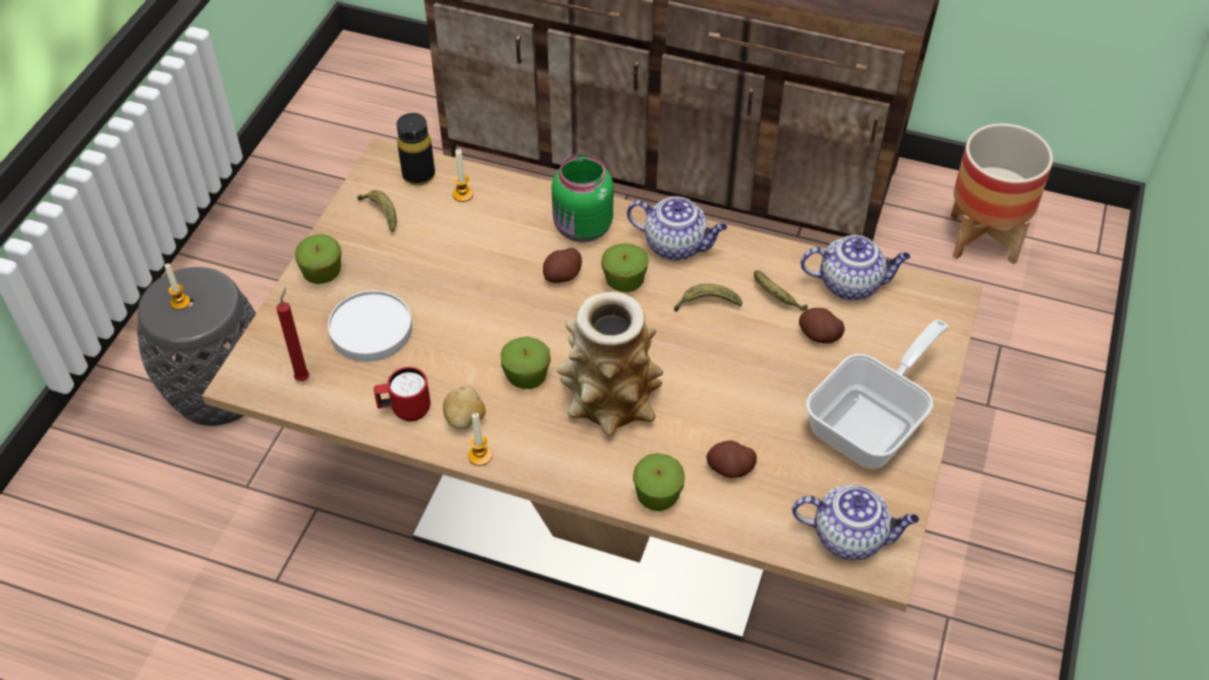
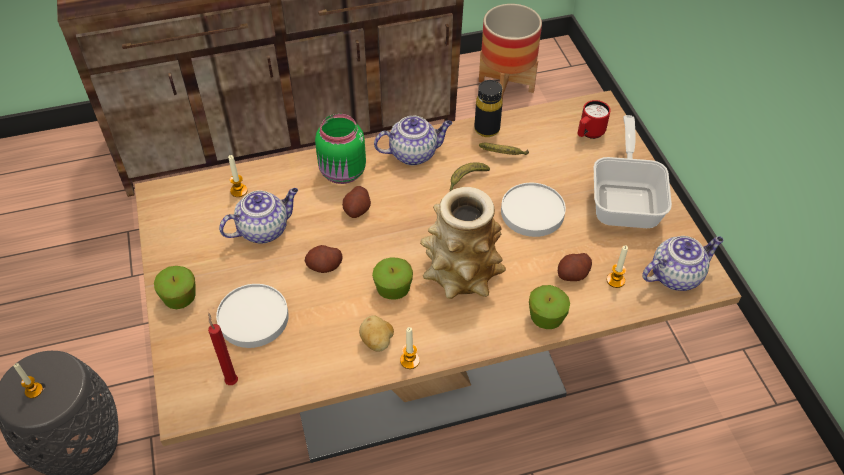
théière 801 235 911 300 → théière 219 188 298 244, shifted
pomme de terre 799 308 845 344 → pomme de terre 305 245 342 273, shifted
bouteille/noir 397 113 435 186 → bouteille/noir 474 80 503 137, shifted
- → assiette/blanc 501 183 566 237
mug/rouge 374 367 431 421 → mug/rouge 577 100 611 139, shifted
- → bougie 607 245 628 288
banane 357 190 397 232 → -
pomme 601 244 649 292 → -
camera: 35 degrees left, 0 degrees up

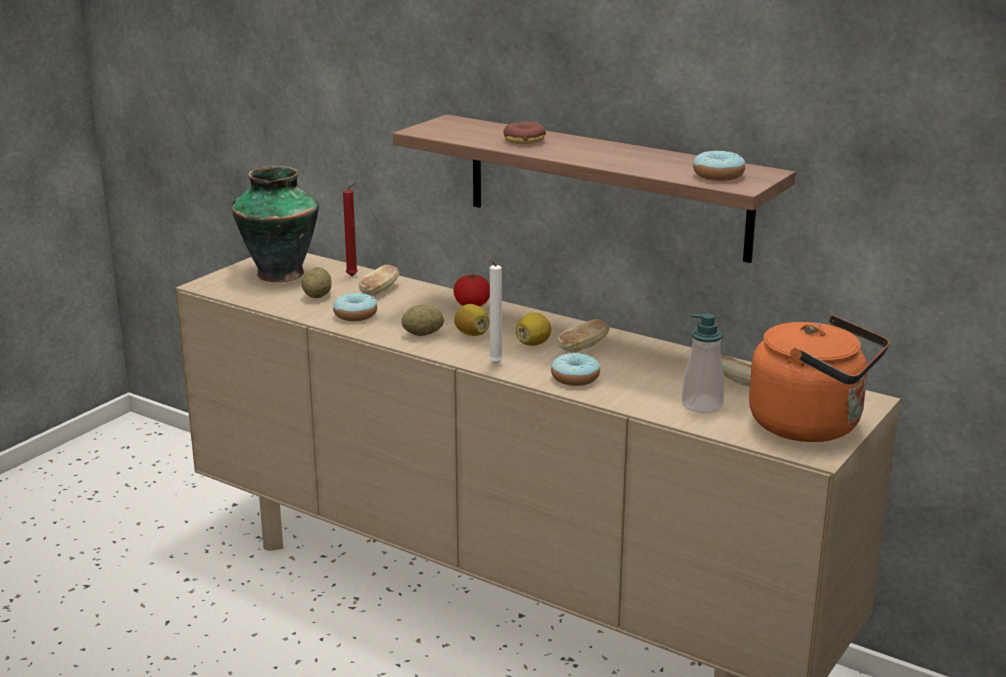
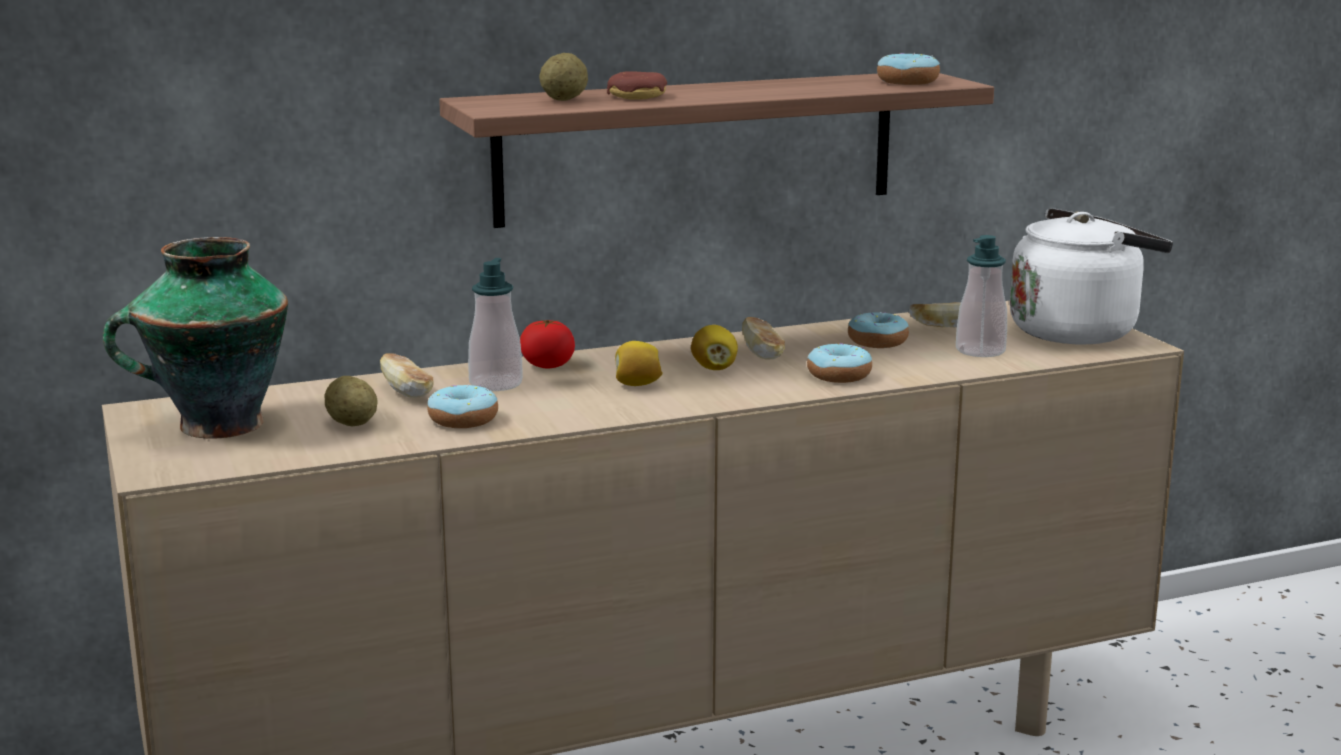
- → distributeur de savon 468 258 523 391
pomme de terre 402 305 444 336 → pomme de terre 539 53 588 101, shifted
- → beignet 848 312 909 348
bouilloire/orange 749 315 889 442 → bouilloire/blanc 1010 208 1173 344
bougie/rouge 343 182 358 276 → -
bougie/blanc 484 254 503 364 → -
camera: 55 degrees left, 5 degrees down

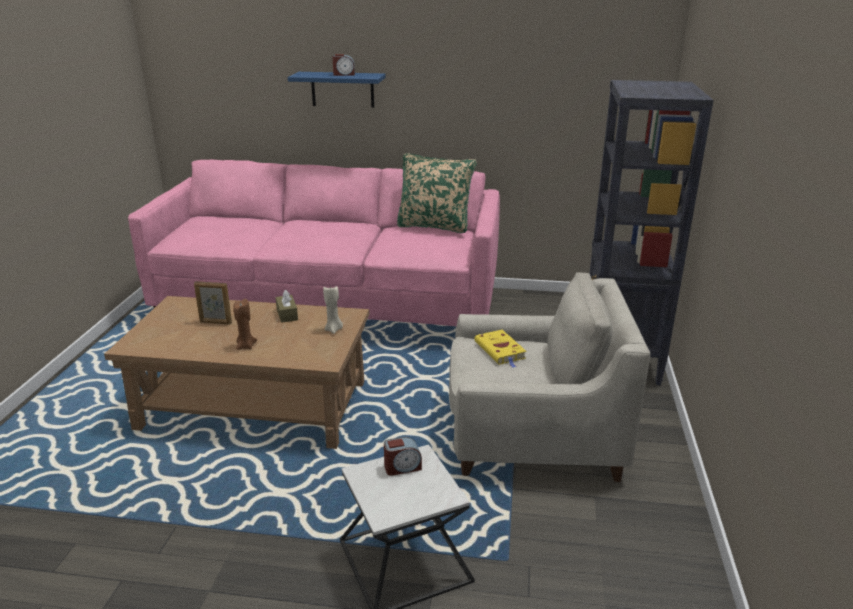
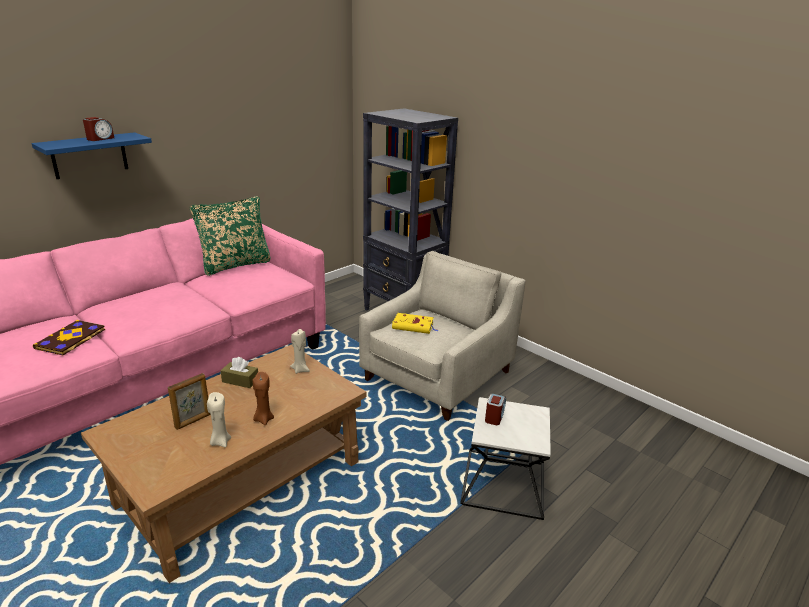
- → livre 33 320 105 355
- → bougie/beige 207 392 231 447
camera: 55 degrees left, 0 degrees up

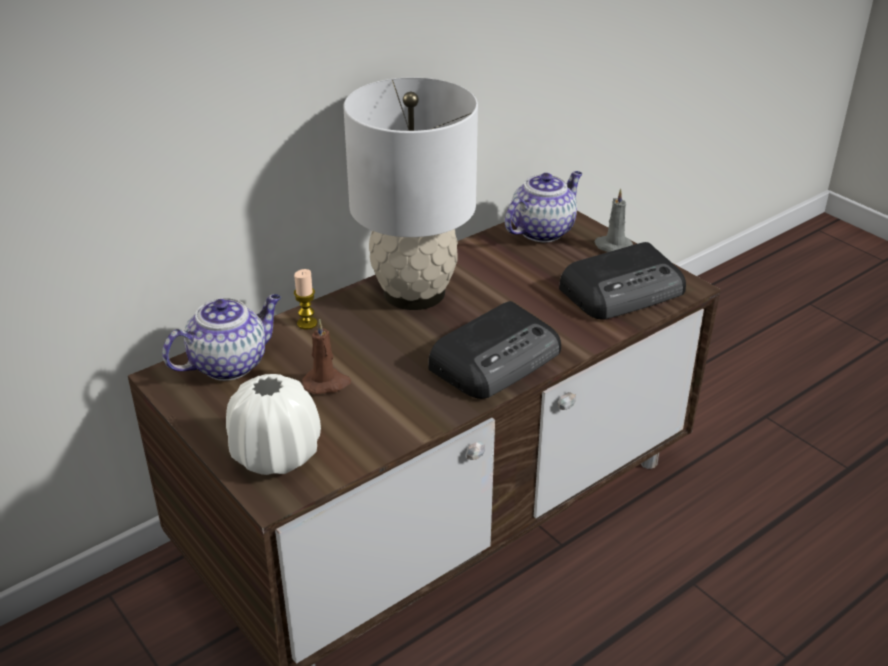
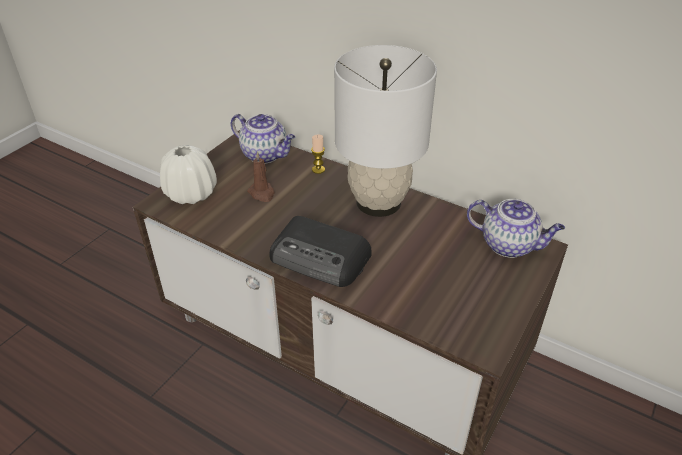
radio 559 242 686 320 → -
bougie/gris 595 189 633 252 → -
camera: 70 degrees right, 5 degrees up

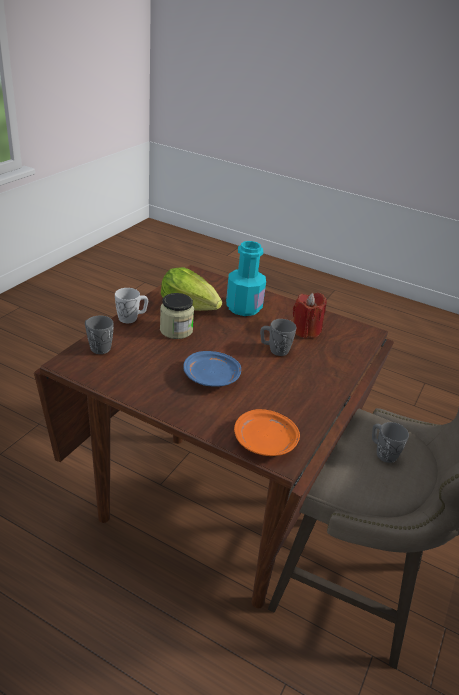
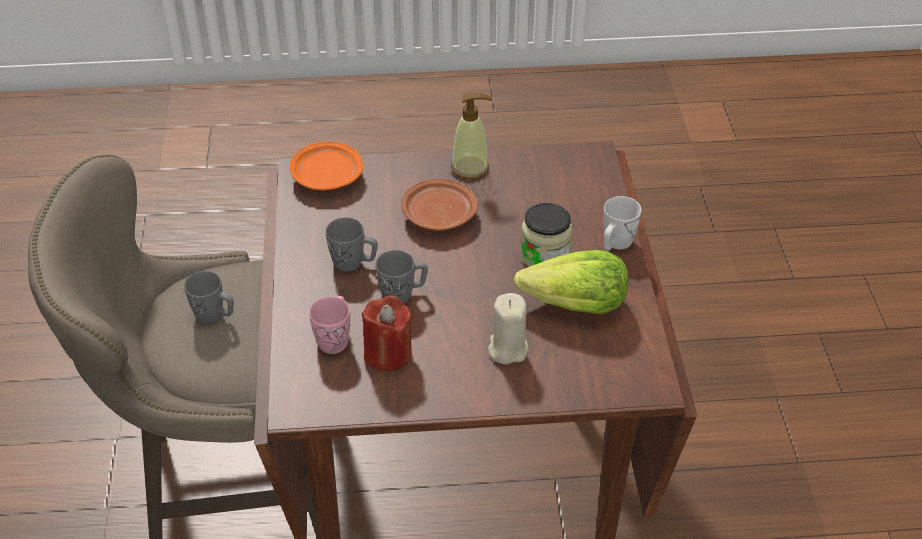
- → mug/rose 309 296 350 354
mug/gris 85 316 114 354 → mug/gris 326 217 378 272, shifted
assiette/bleu 183 351 241 387 → assiette/marron 401 179 478 231
- → distributeur de savon 451 92 492 180
bouteille/turquoise 226 241 266 316 → bougie/beige 488 293 528 364
camera: 150 degrees right, 10 degrees up

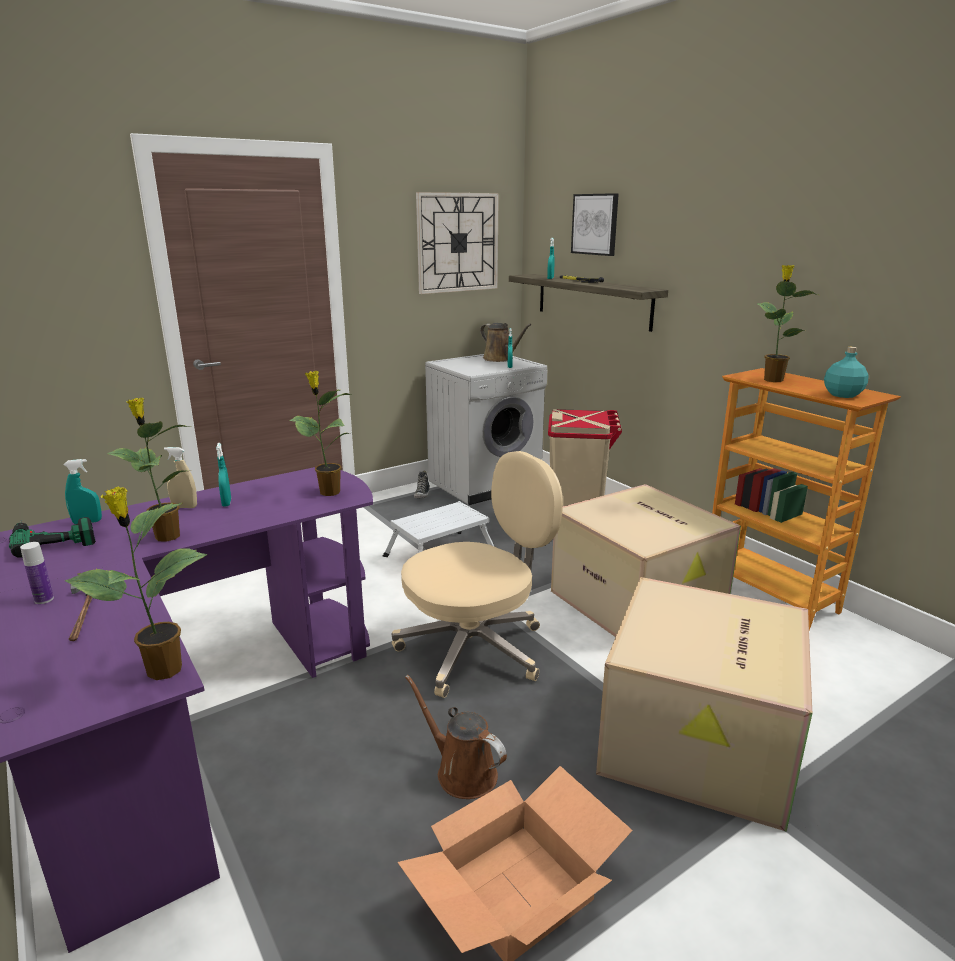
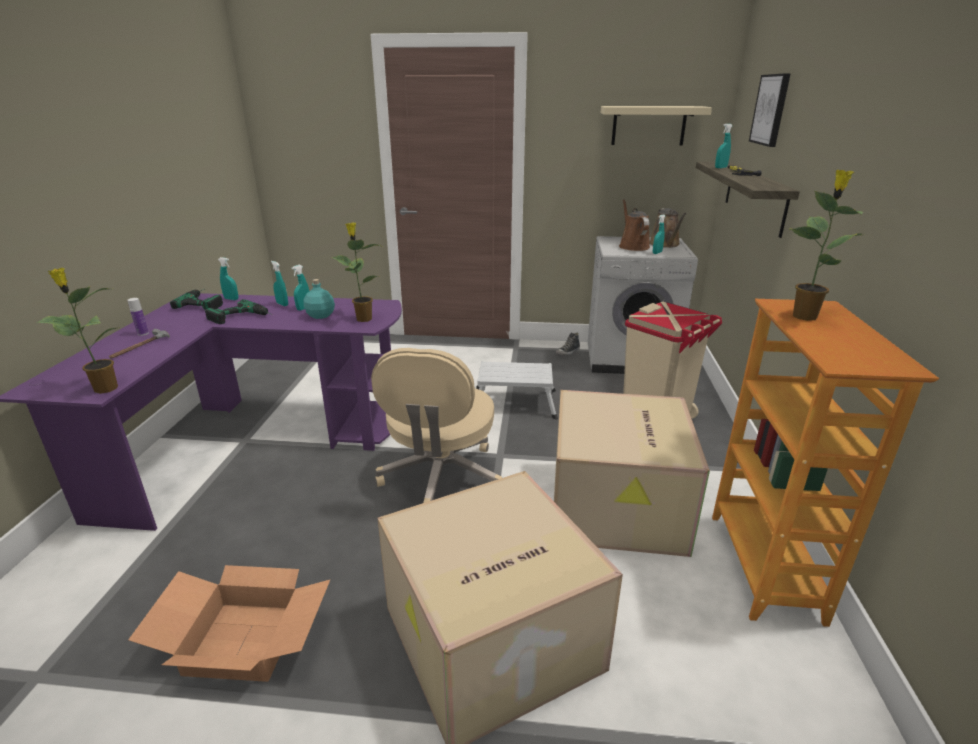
plante en pot 107 398 189 542 → perceuse 205 299 273 324
vaporisateur/beige 164 447 197 508 → vaporisateur/turquoise 271 261 288 306
bouteille/turquoise 824 347 869 398 → bouteille/turquoise 303 279 335 319, shifted
chaise de bureau/beige 392 451 563 698 → chaise de bureau/beige 371 348 502 503, 90 degrees clockwise
horloge murale 416 192 499 294 → étagère/beige 601 106 712 146
arrosoir/marron 405 675 507 799 → arrosoir/marron 619 199 650 251, shifted
camera: 40 degrees right, 5 degrees up

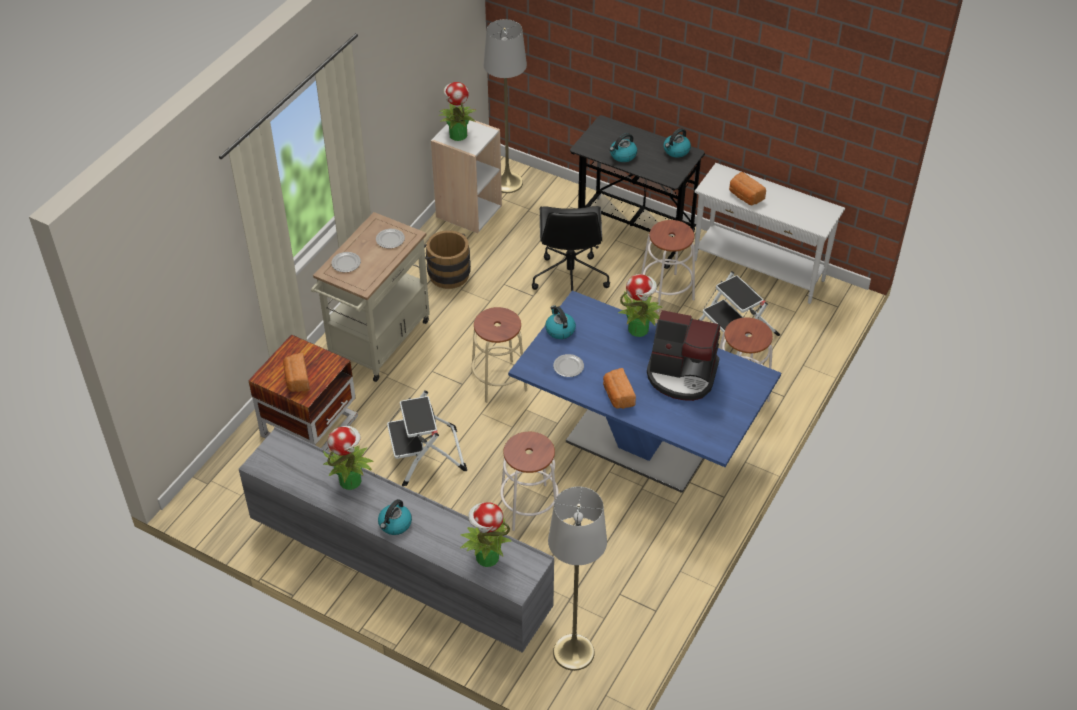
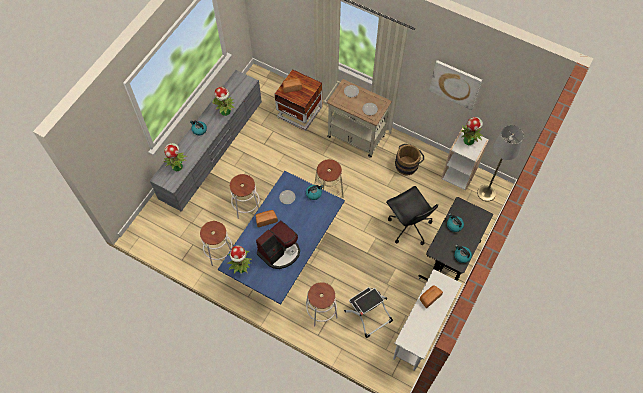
tabouret/blanc 641 220 695 312 → tabouret/blanc 200 221 232 266, shifted
plante en pot 618 274 663 337 → plante en pot 227 245 252 274, shifted
machine à café 647 310 720 401 → machine à café 256 220 300 269, 150 degrees counterclockwise
chaise de bureau/noir 532 206 610 291 → chaise de bureau/noir 386 186 439 245, 120 degrees counterclockwise
- → tableau 429 60 482 110
escabeau 387 390 467 486 → -
lampadaire/gris 548 487 607 671 → -
camera: 90 degrees right, 15 degrees up

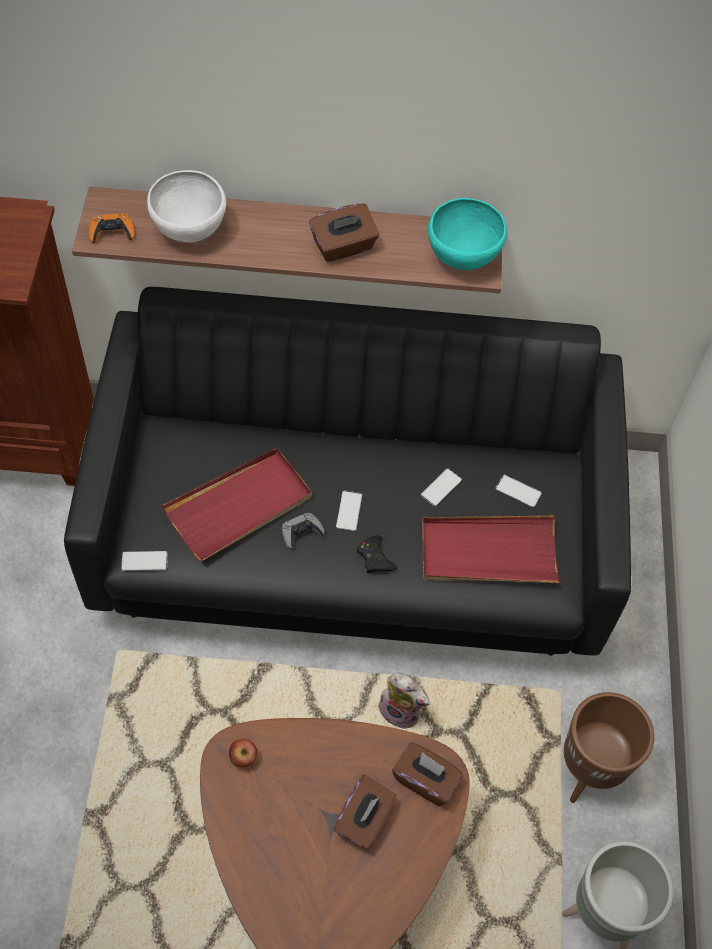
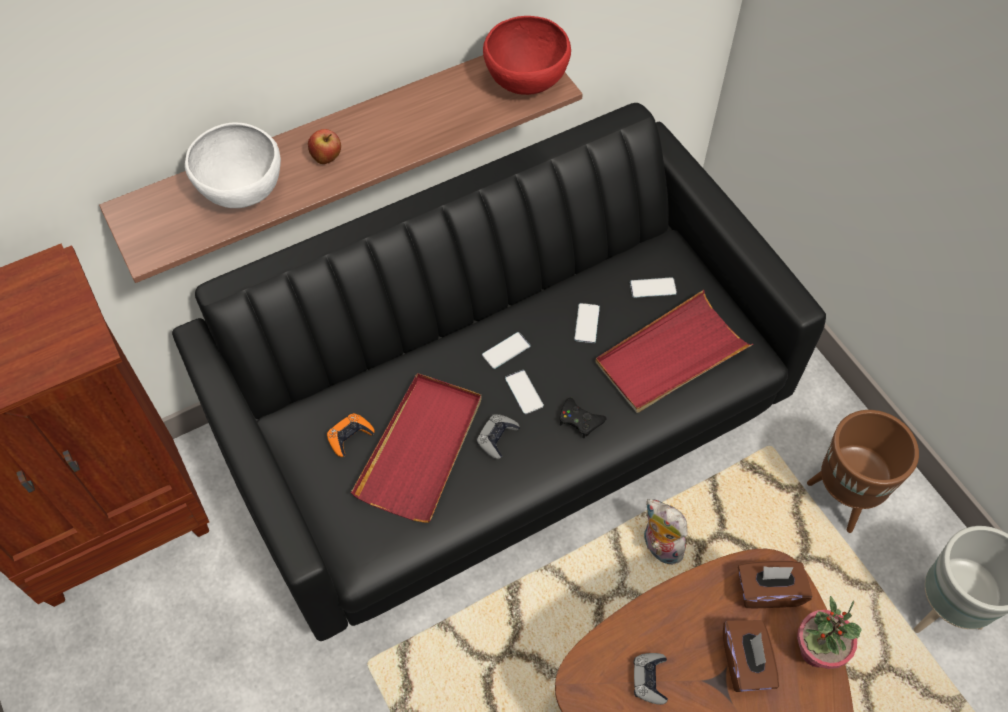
pomme 229 739 257 767 → pomme 308 129 341 164, shifted
manette/orange 89 213 135 243 → manette/orange 327 413 374 457, shifted
téléphone 121 551 168 571 → téléphone 482 332 531 369, shifted
bol/turquoise 428 198 507 270 → bol/rouge 483 16 571 95
- → manette/gris 634 653 668 705
peluche 378 673 430 729 → peluche 644 499 688 565, 135 degrees counterclockwise
- → plante en pot 797 596 862 669
boîte à mouchoirs/marron 309 204 379 262 → -
camera: 30 degrees left, 0 degrees up

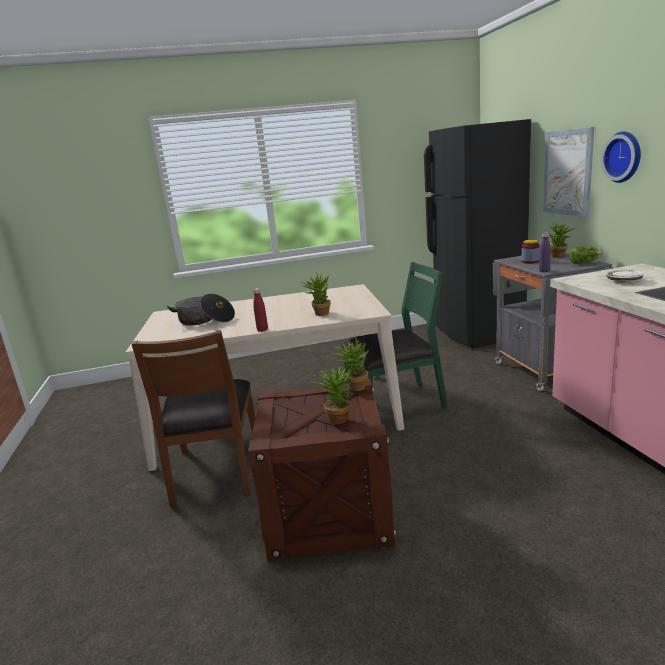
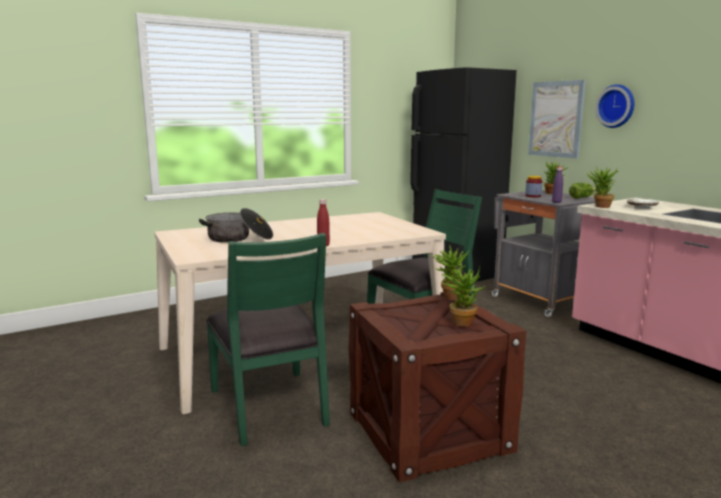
chaise/marron 132 330 255 507 → chaise/vert 206 233 330 447
plante en pot 301 272 331 316 → plante en pot 586 166 618 208, shifted
camera: 20 degrees left, 5 degrees down

